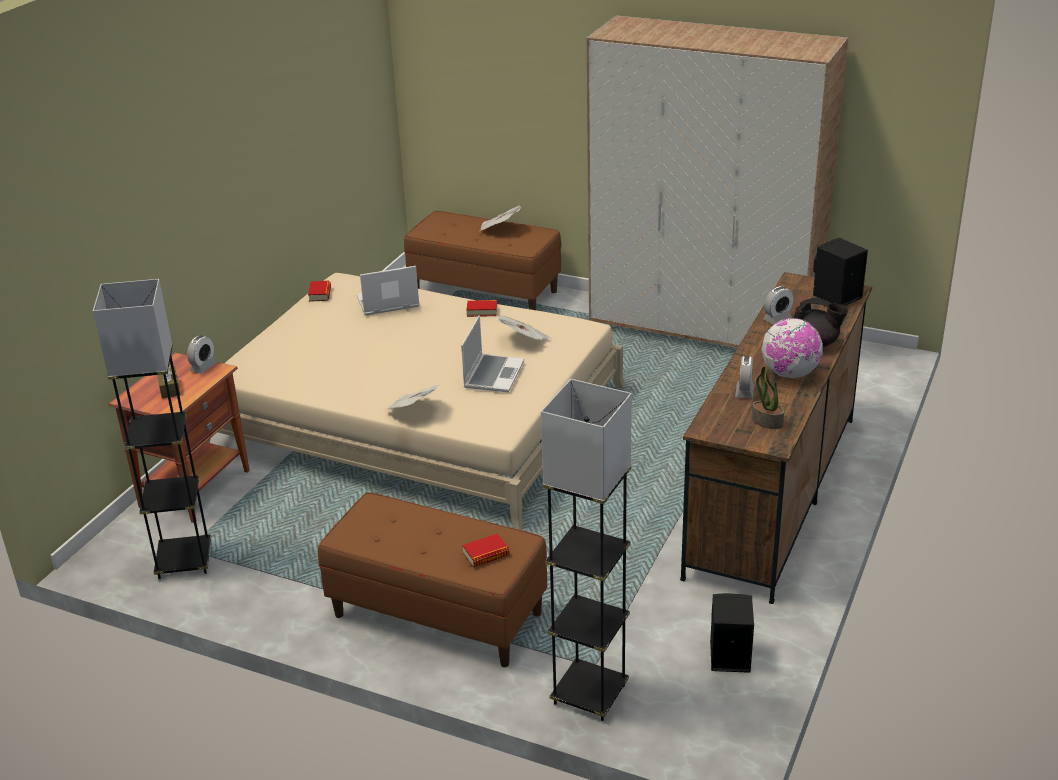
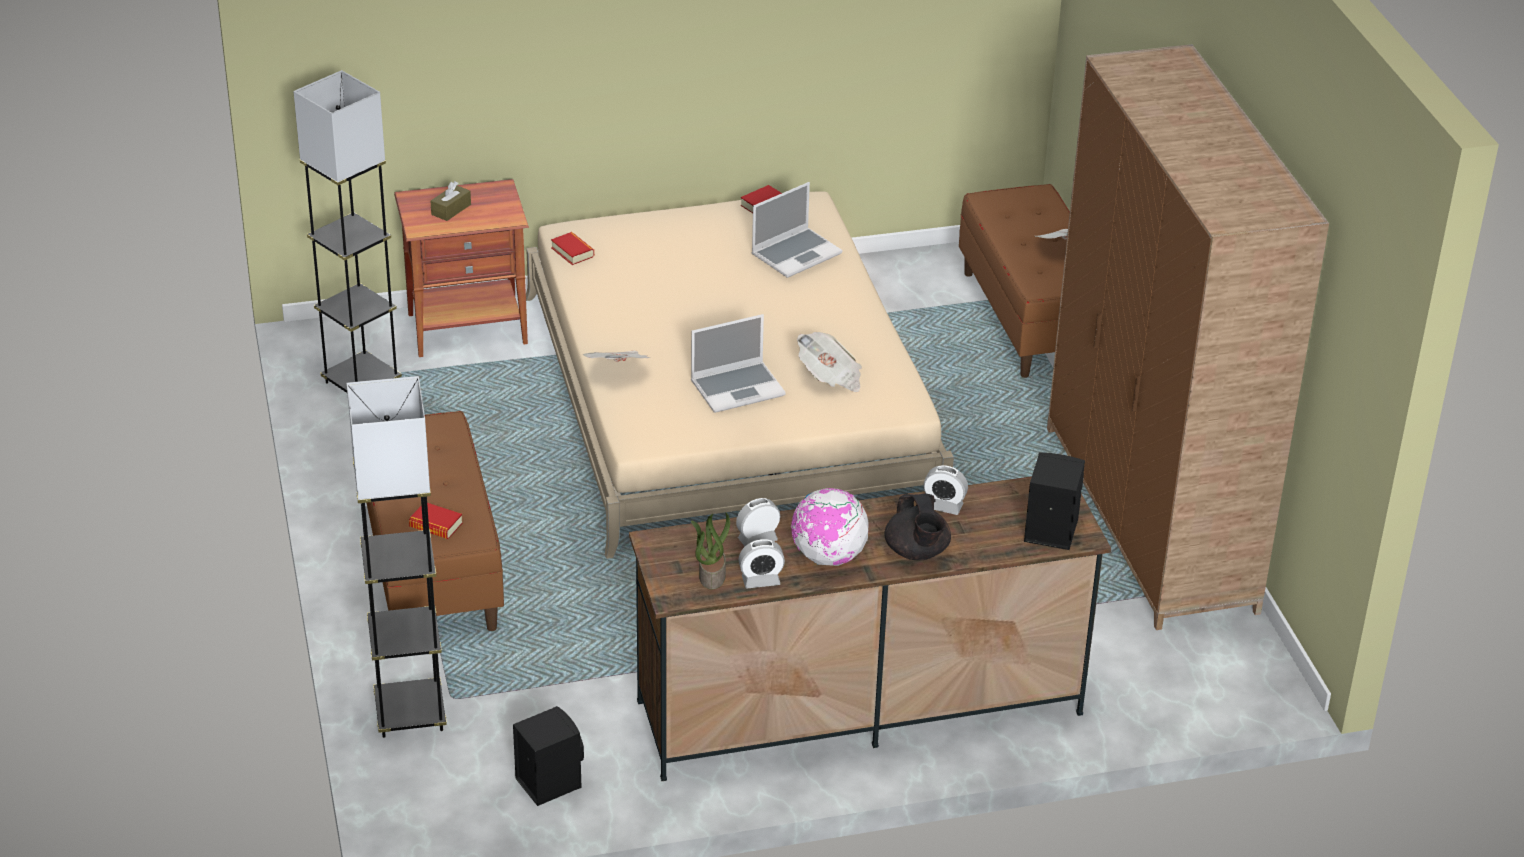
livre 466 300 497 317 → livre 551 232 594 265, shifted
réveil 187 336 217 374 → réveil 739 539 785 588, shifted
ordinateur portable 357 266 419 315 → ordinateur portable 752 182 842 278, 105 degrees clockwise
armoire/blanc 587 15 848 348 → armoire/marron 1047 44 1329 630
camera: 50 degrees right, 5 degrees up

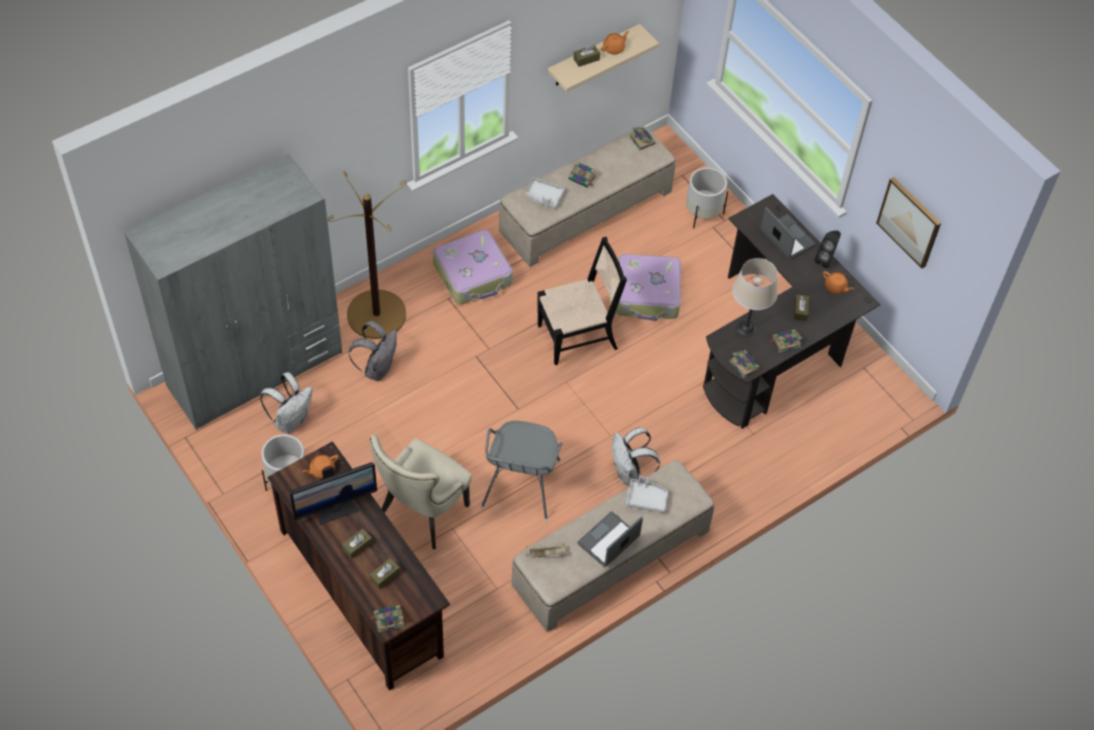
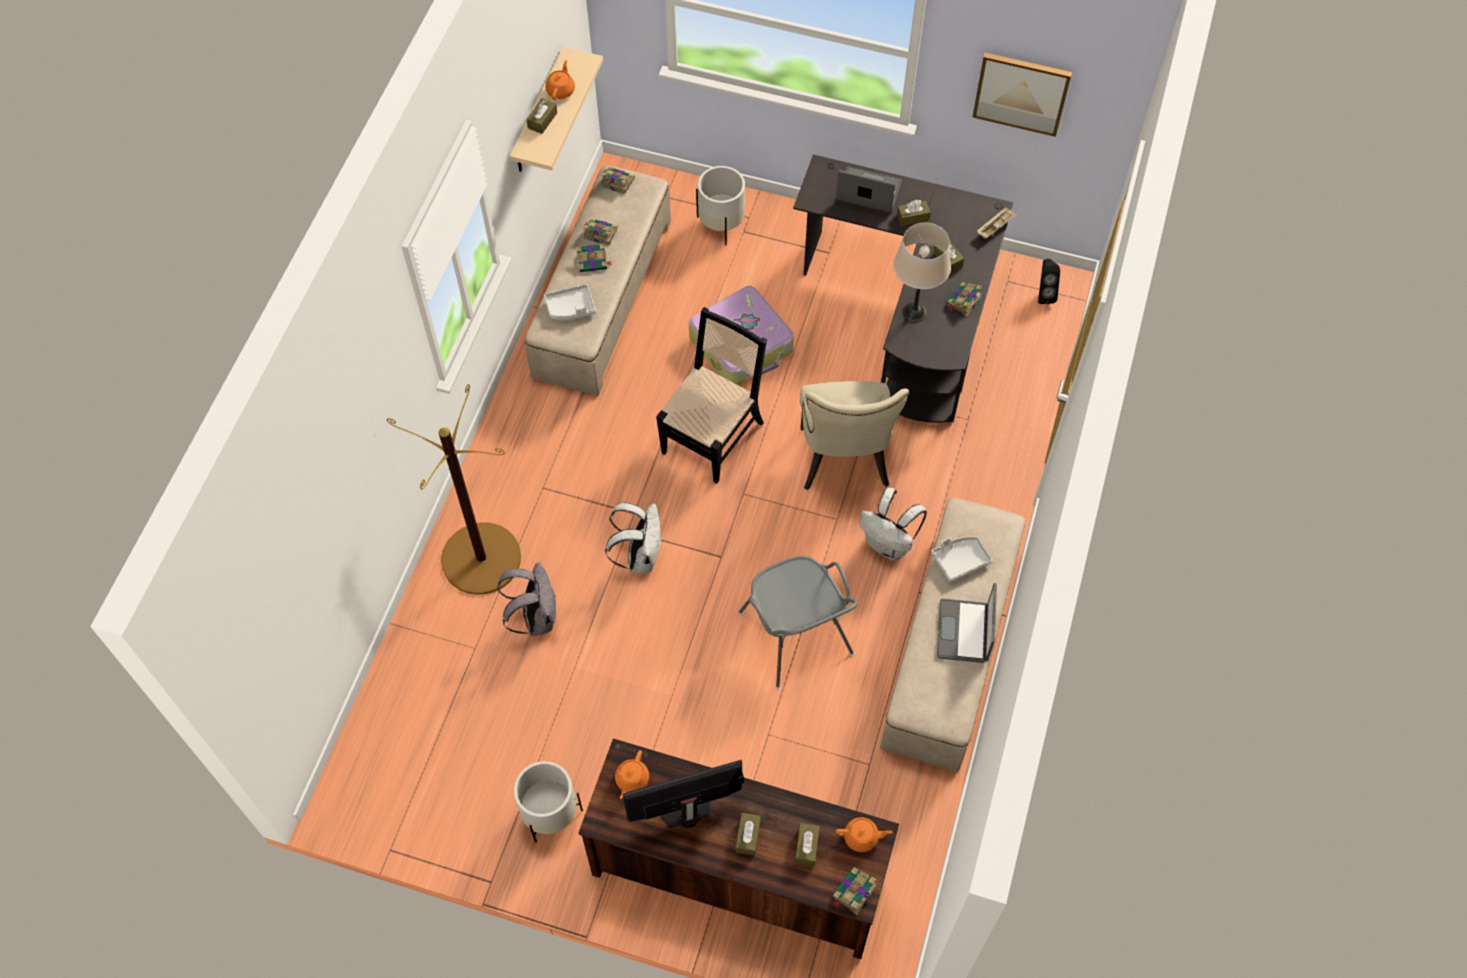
livre 729 350 760 378 → livre 583 218 618 246, shifted
sac à dos/blanc 260 372 312 433 → sac à dos/blanc 605 502 662 574, shifted
écran d'ordinateur 290 462 377 525 → écran d'ordinateur 623 760 744 828, 135 degrees counterclockwise
chaise/beige 370 434 472 549 → chaise/beige 800 381 909 490, shifted
théière/orange 823 271 854 294 → théière/orange 836 817 892 852, shifted
- → boîte à mouchoirs/marron 897 200 931 226
plateau/beige 526 543 567 557 → plateau/beige 977 207 1017 238, shifted
enceinte/noir 815 230 841 268 → enceinte/noir 1038 259 1060 304, shifted
armoire/gris 124 154 342 430 → -
valise 433 230 513 305 → -
camera: 35 degrees left, 5 degrees up

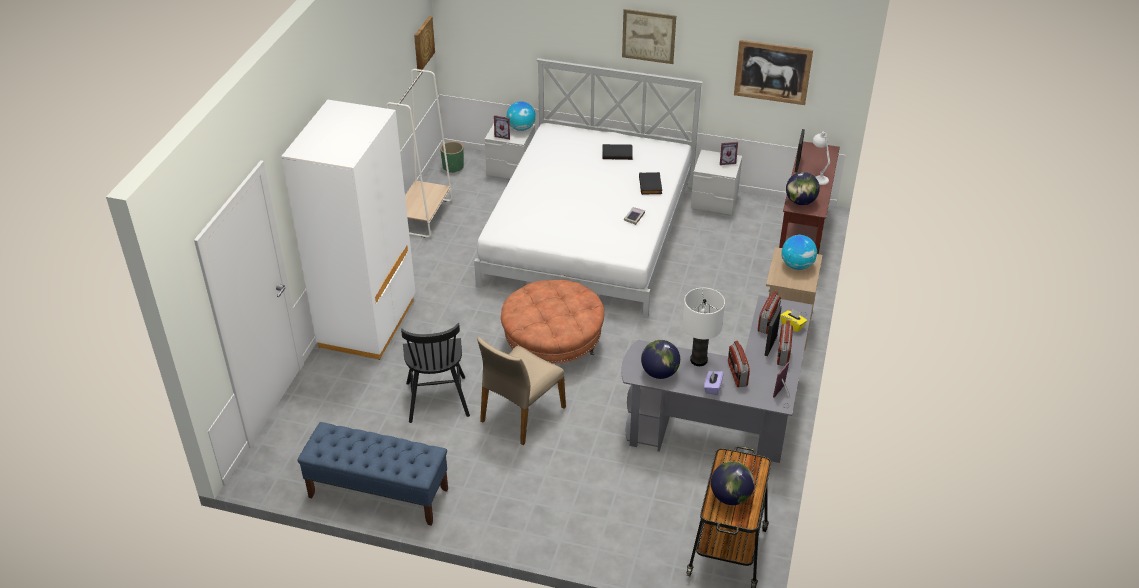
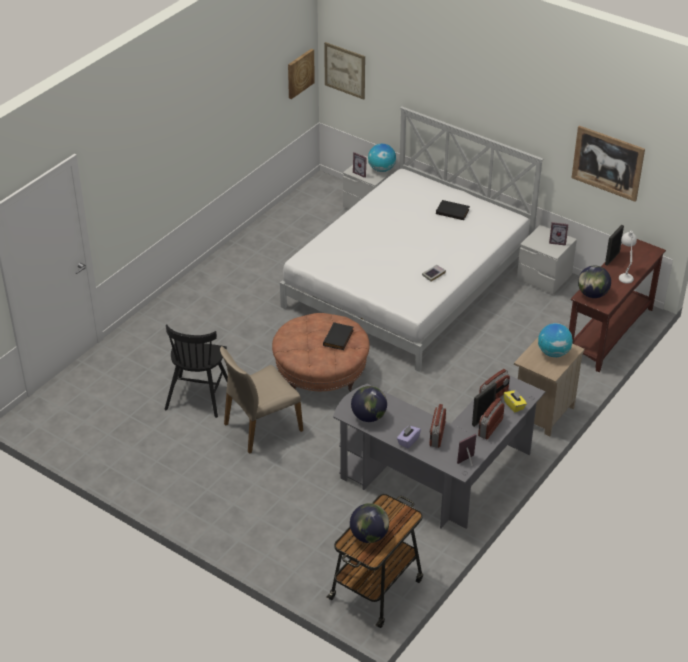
livre/noir 639 172 662 195 → livre/noir 323 322 354 350, shifted
tableau 622 9 676 64 → tableau 324 42 365 100, shifted
armoire/blanc 281 100 416 360 → -
banc/bleu 298 422 448 526 → -
portant 386 69 453 238 → -
cache-pot/vert 440 141 464 173 → -
lampe de table/blanc 682 288 725 366 → -
camera: 20 degrees right, 0 degrees up

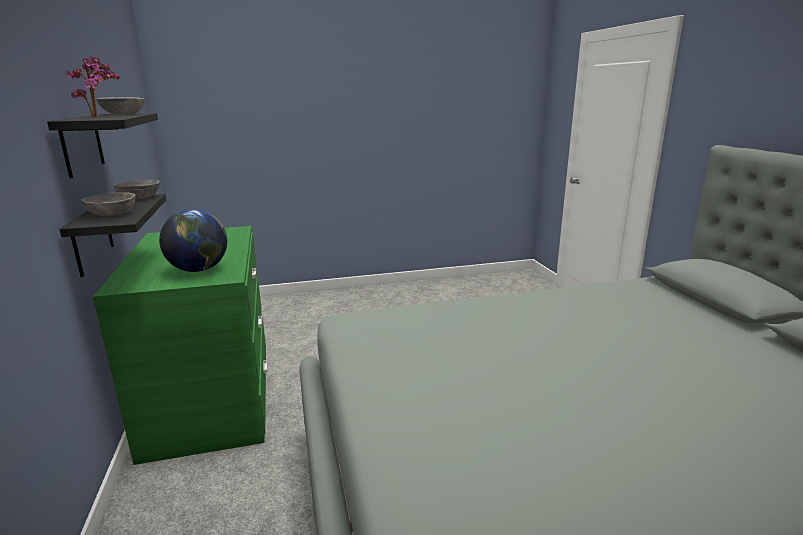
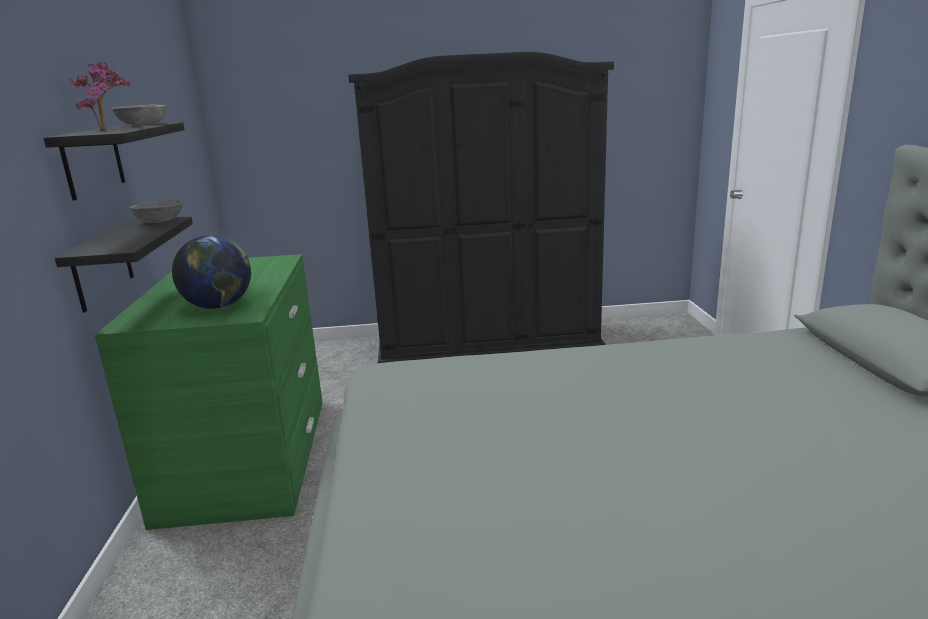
- → armoire/noir 348 52 614 363
bol/gris 81 192 136 216 → -
camera: 10 degrees right, 0 degrees up

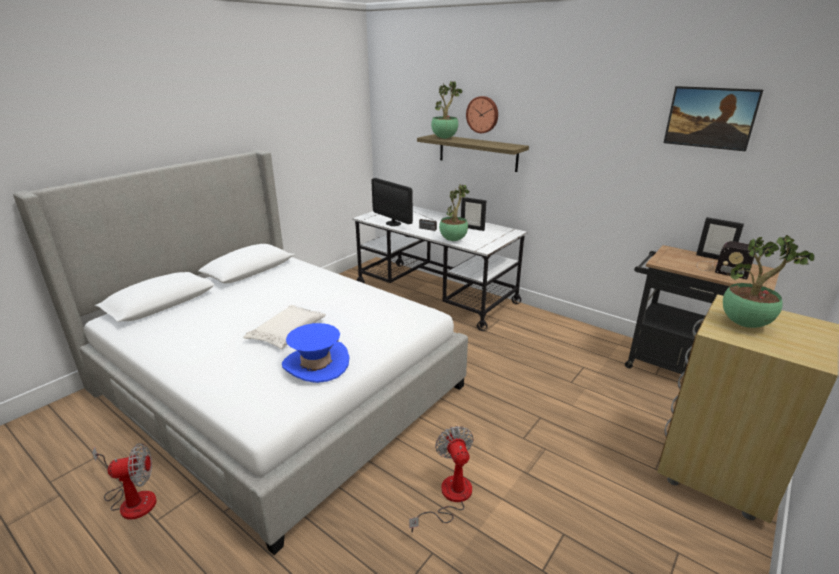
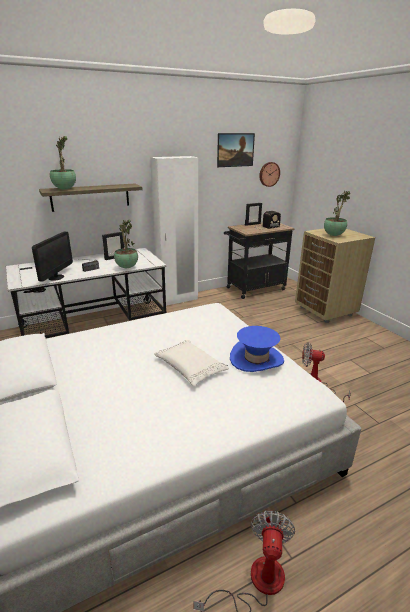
écran d'ordinateur 371 178 413 226 → écran d'ordinateur 32 232 73 282, 60 degrees counterclockwise
- → armoire/blanc 150 156 198 306
horloge murale 466 96 498 133 → horloge murale 259 162 280 187, shifted
camera: 65 degrees left, 0 degrees up

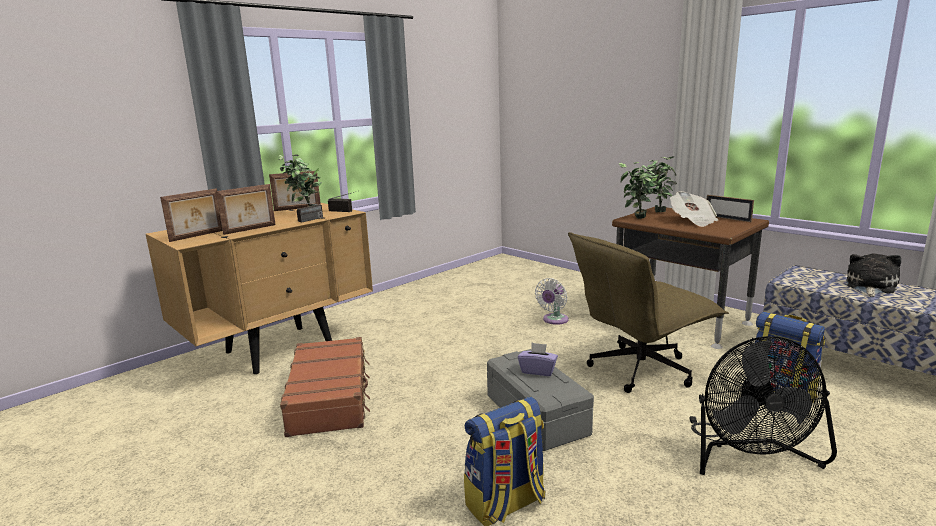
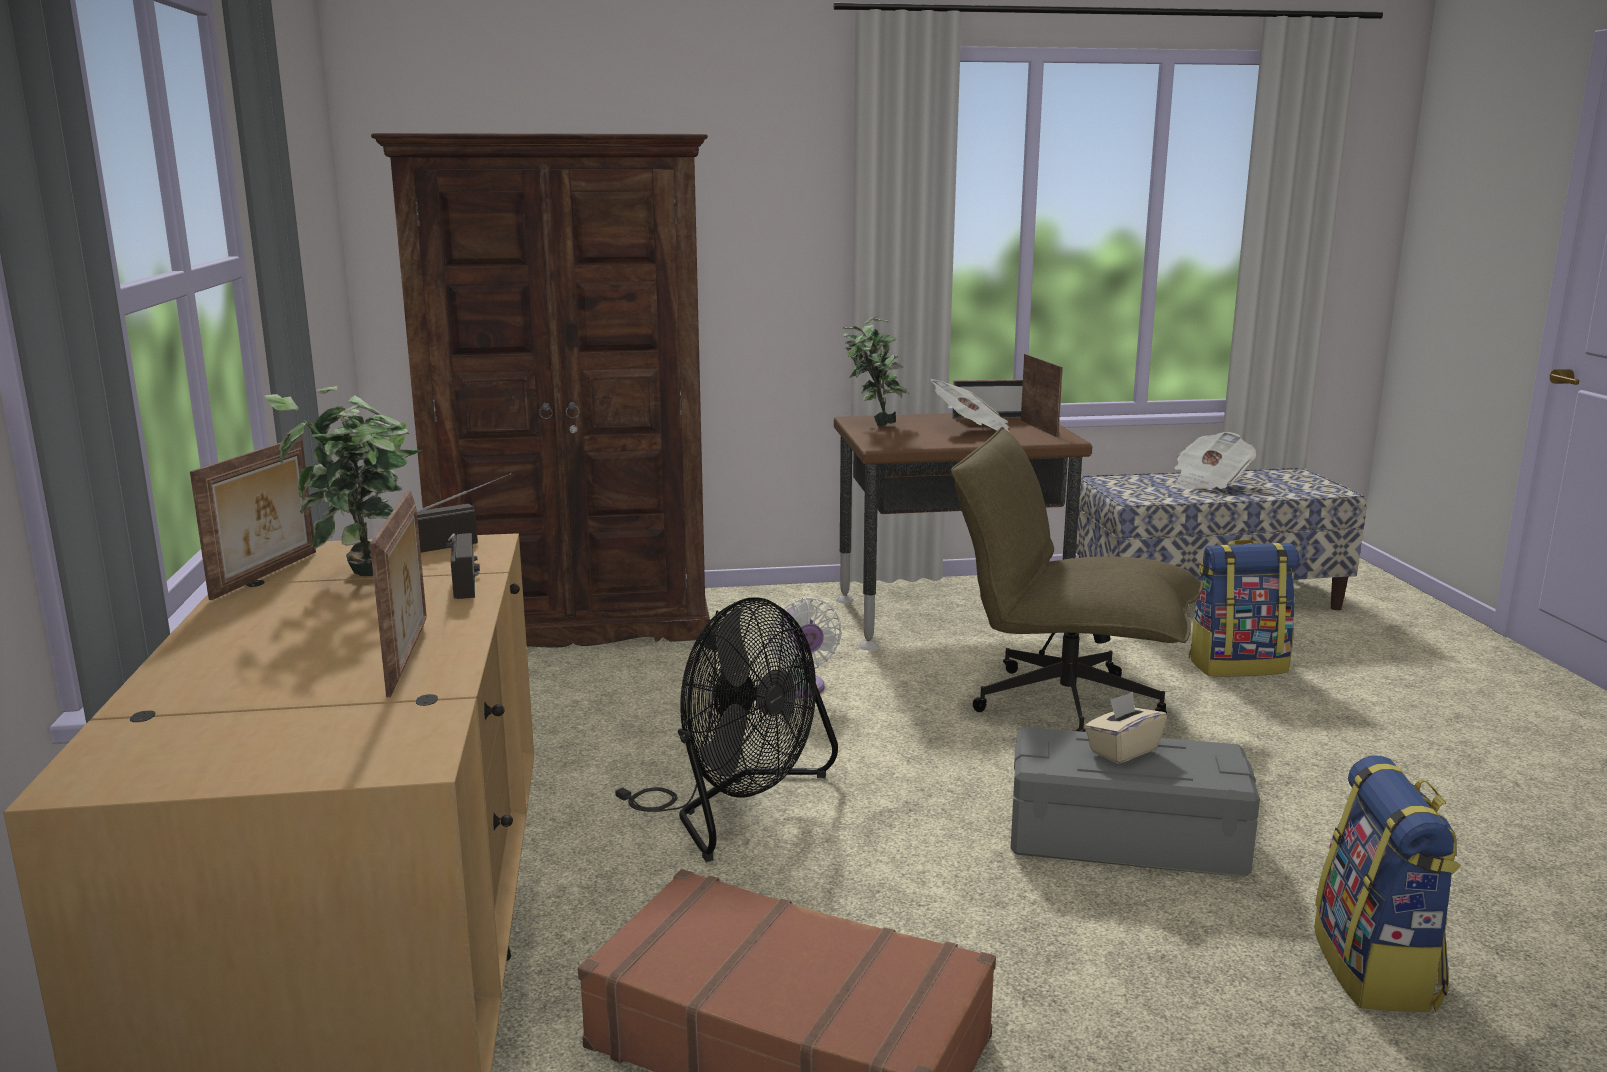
- → armoire/marron 371 133 710 648
ventilateur/noir 690 336 837 475 → ventilateur/noir 615 597 838 862, shifted
chaise de bureau/beige 568 232 729 393 → chaise de bureau/beige 951 427 1203 732, 105 degrees clockwise
cadre photo 160 188 223 242 → cadre photo 1021 354 1063 438, shifted
boîte à mouchoirs/violet 518 342 558 376 → boîte à mouchoirs/beige 1084 692 1167 764
peluche 846 254 901 297 → journal 1174 432 1256 489
plante en pot 619 162 662 219 → -
camera: 55 degrees left, 0 degrees up

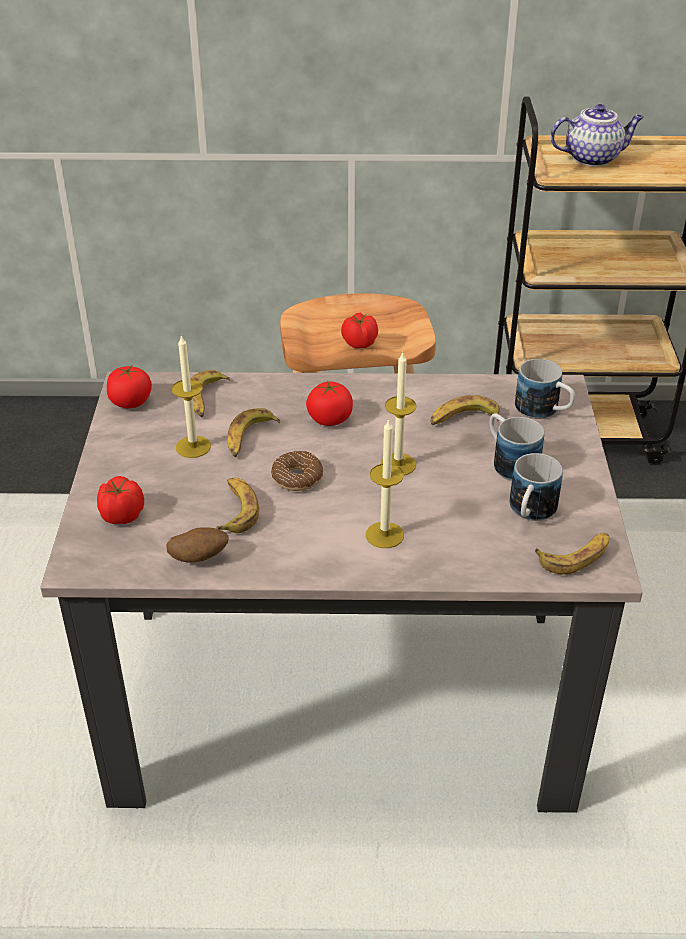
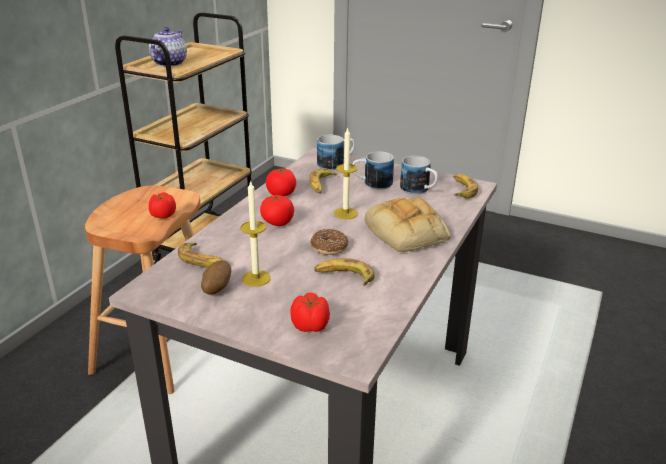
pomme de terre 166 527 228 562 → pomme de terre 201 260 231 294, shifted
tomate 107 366 152 408 → tomate 266 168 296 196, shifted
bougie 366 418 404 548 → pain 365 198 450 252
banane 227 408 280 457 → -
camera: 65 degrees left, 10 degrees down

